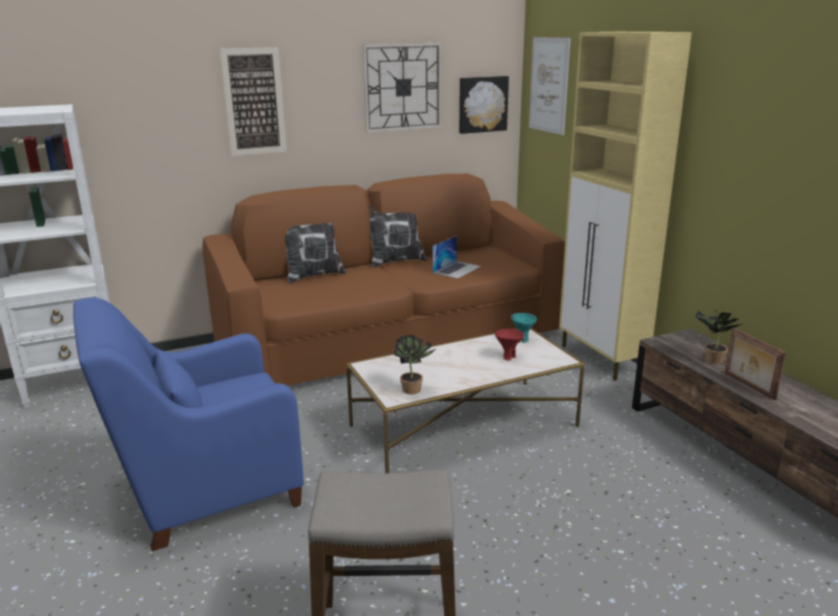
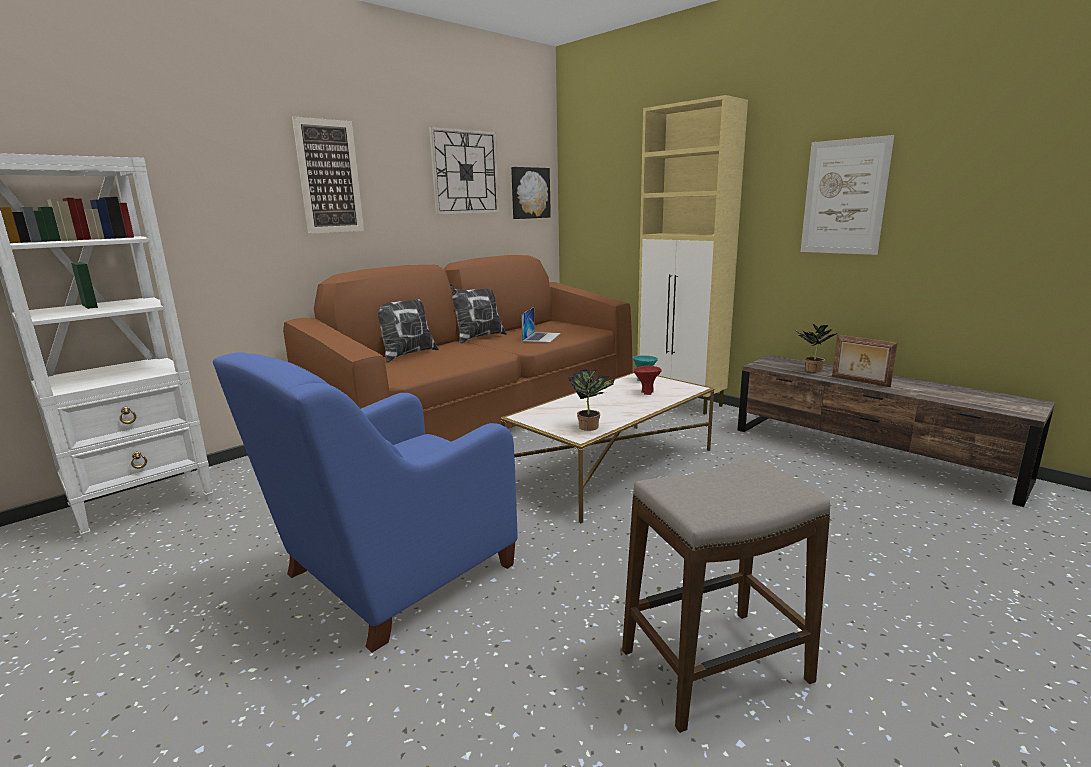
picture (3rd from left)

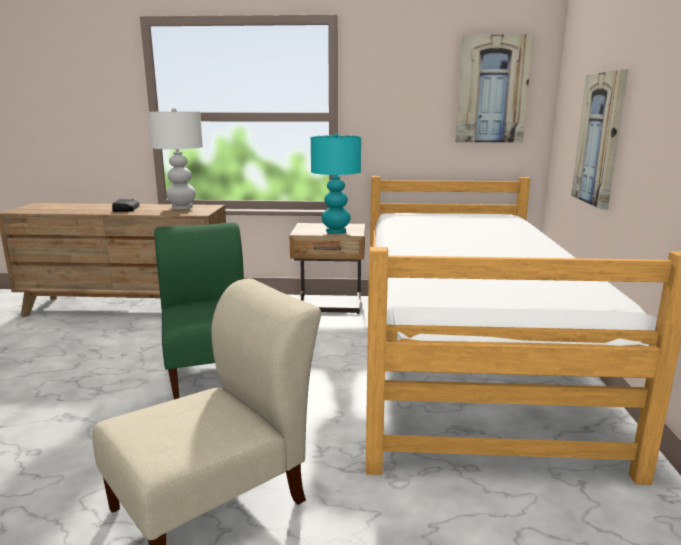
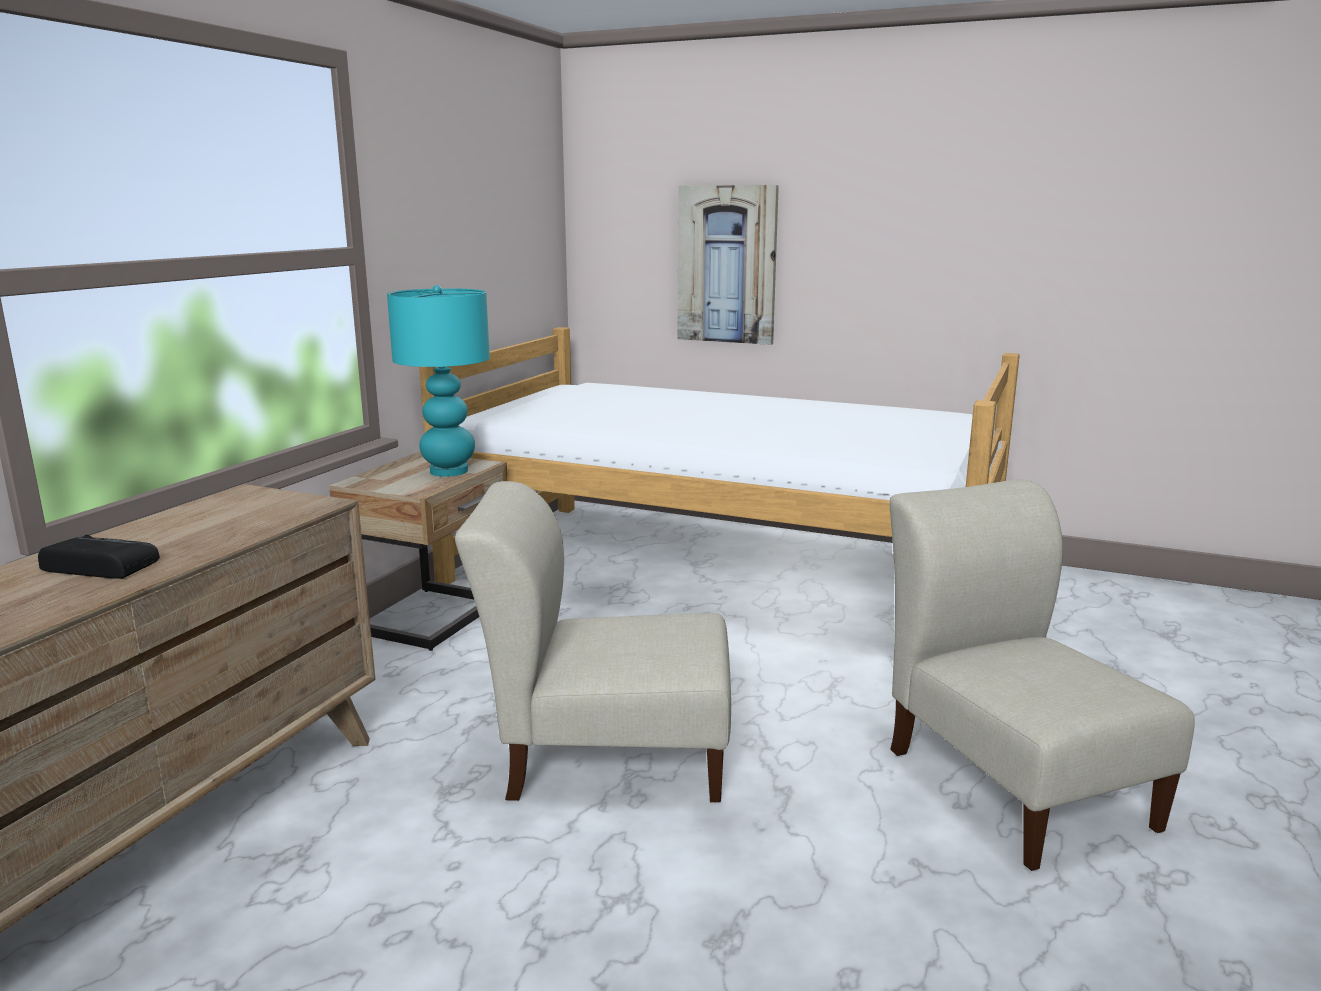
picture (1st from left in the first image)
table lamp (white)
chair (beige) (1st from left)

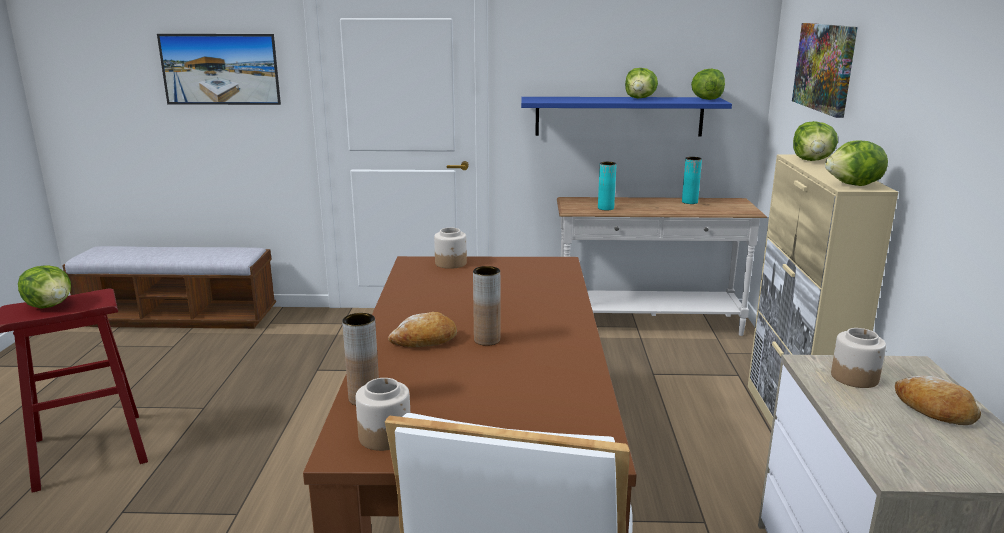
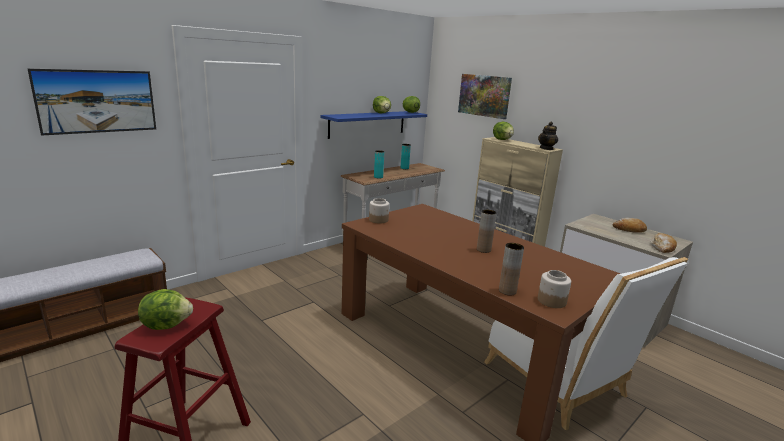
teapot
bread (2nd from left)
jar (3rd from left in the first image)

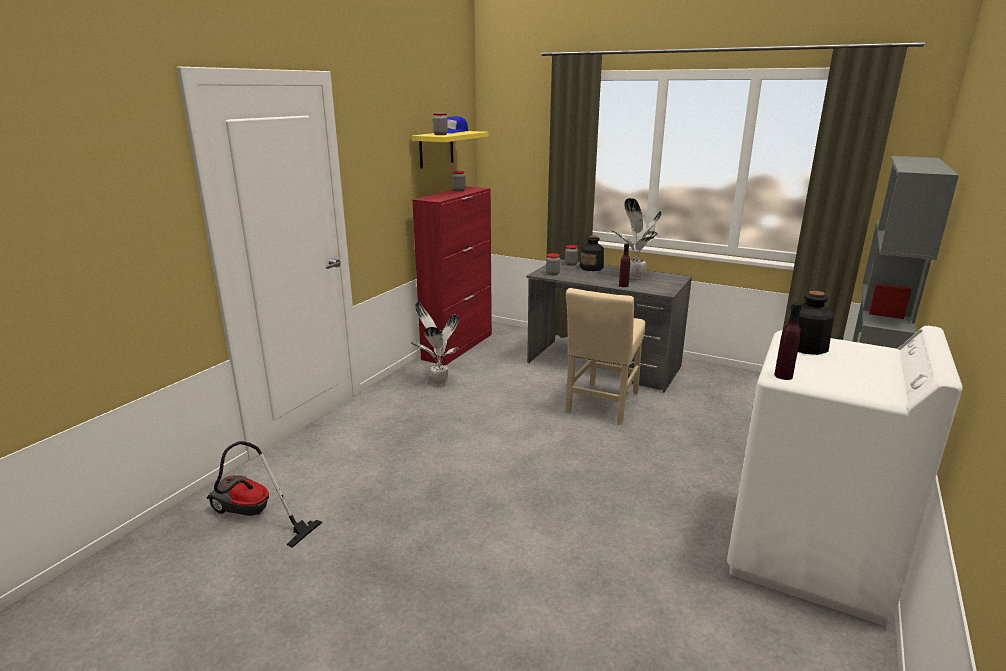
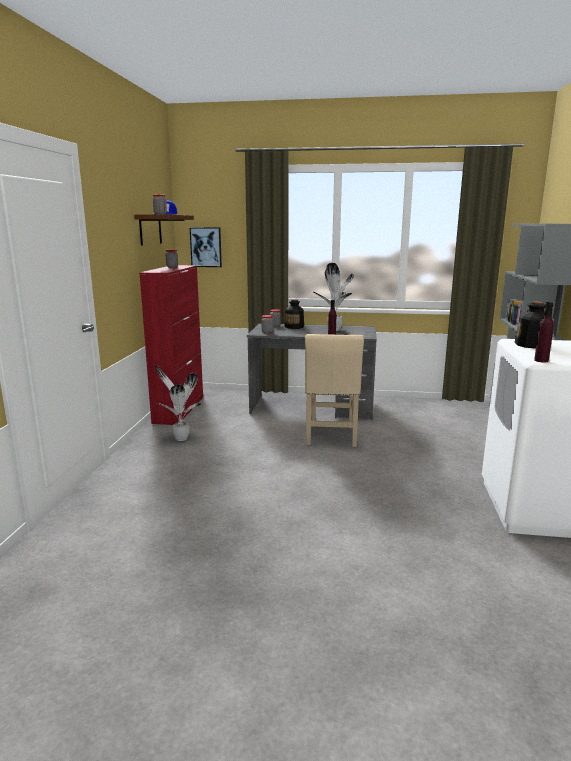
shelf (brown)
vacuum cleaner
picture

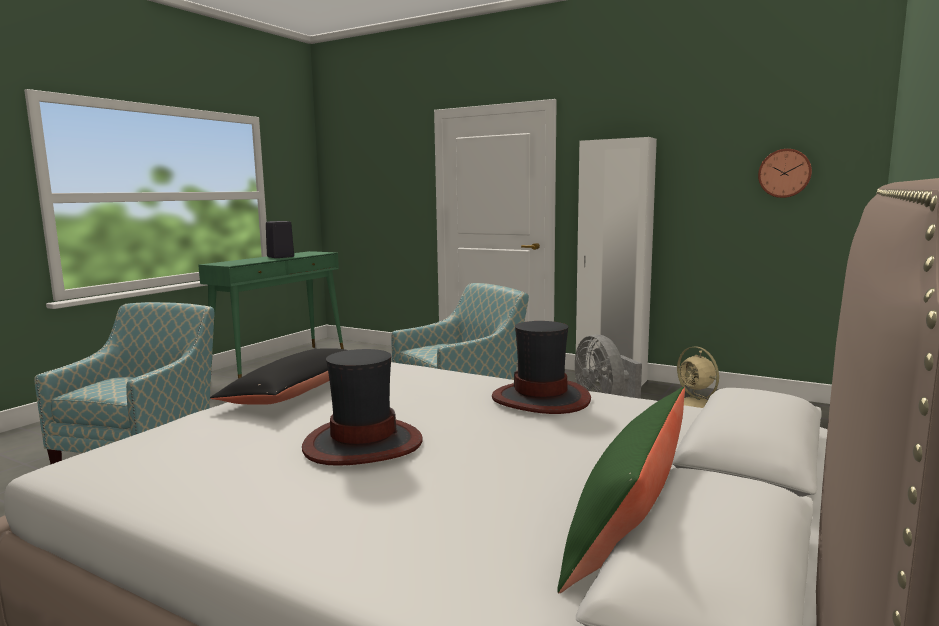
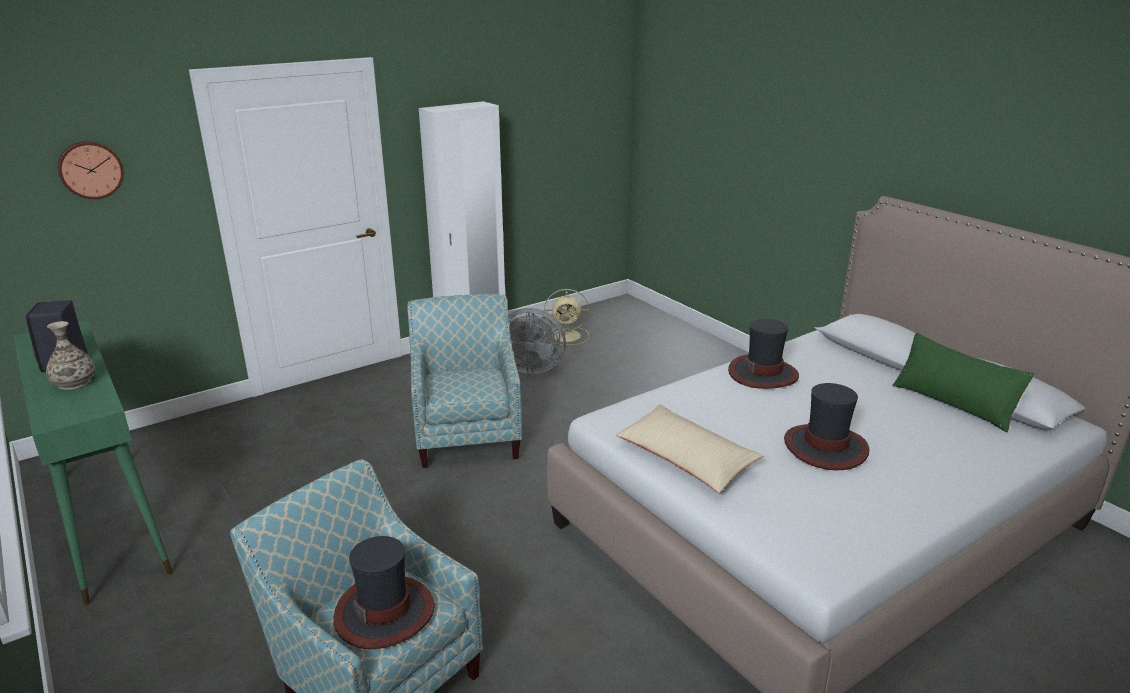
wall clock
pillow (beige)
vase
hat (1st from left)

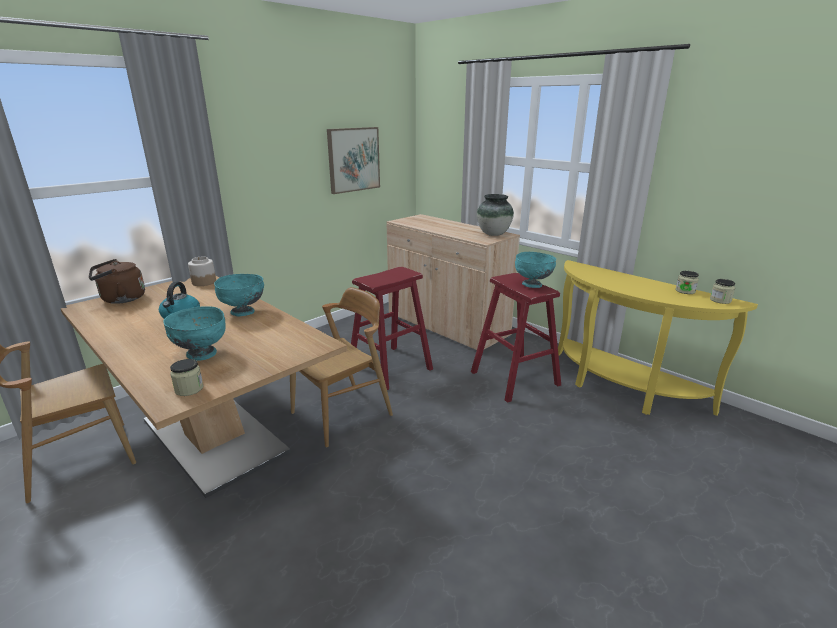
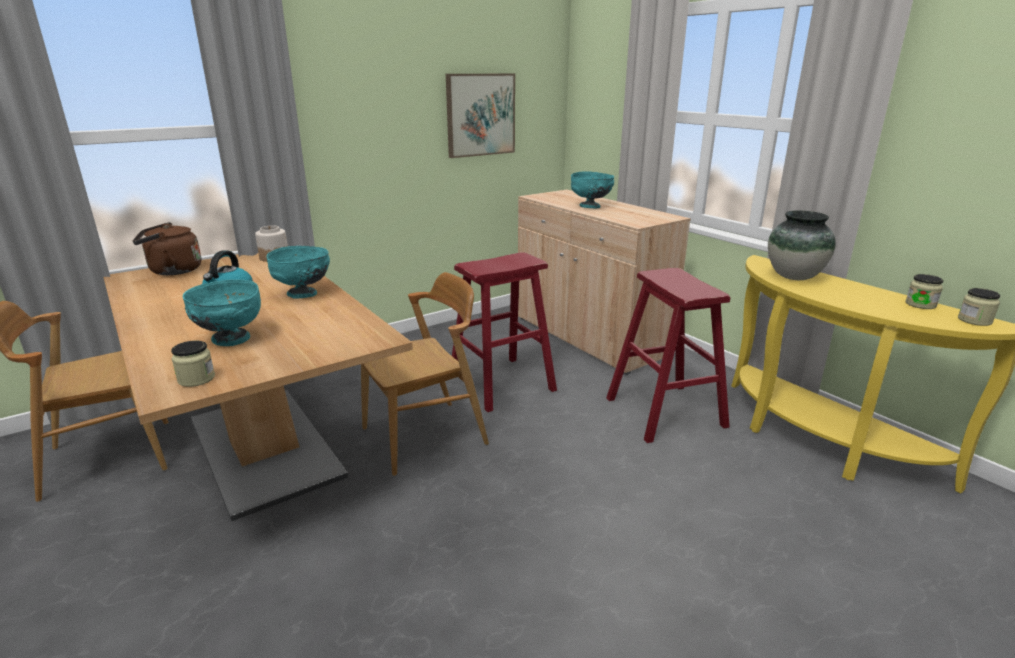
vase
bowl (turquoise) (3rd from left)

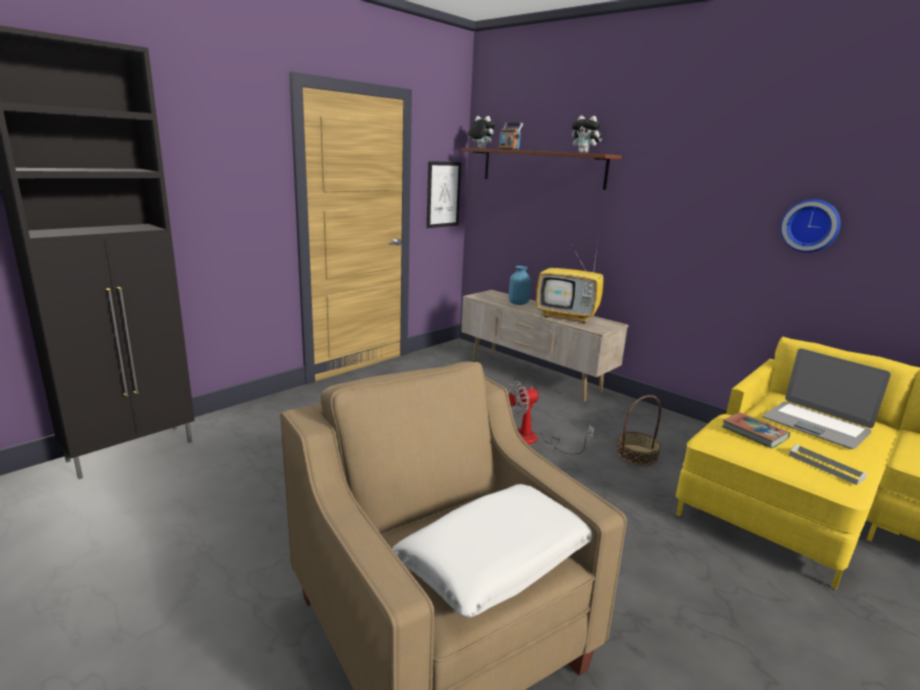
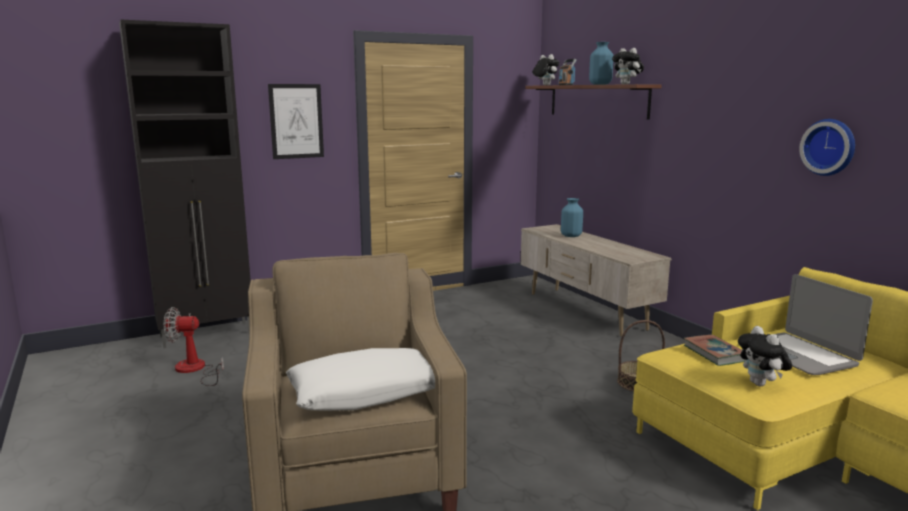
picture
television
fan
plush toy (3rd from left)
vase (blue) (2nd from left)

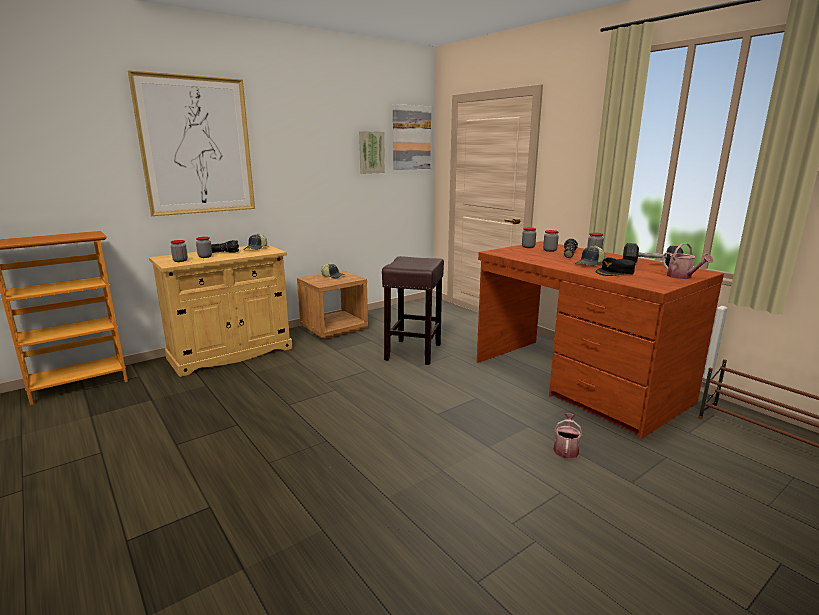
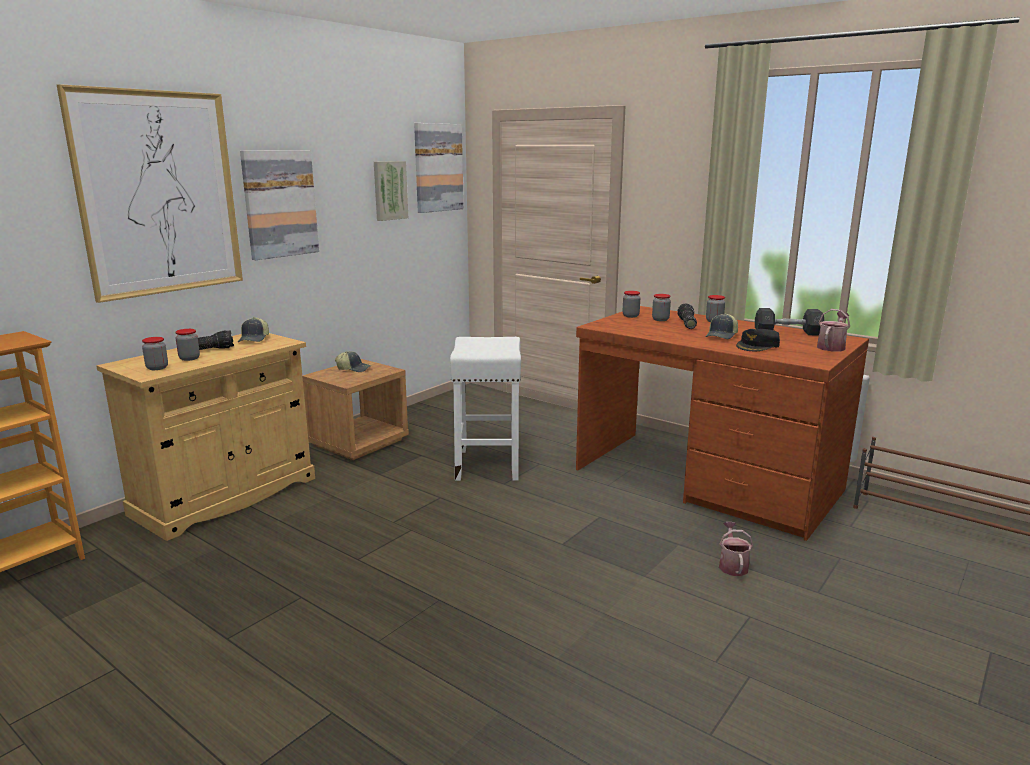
watering can (2nd from left)
stool (white)
picture (2nd from left)

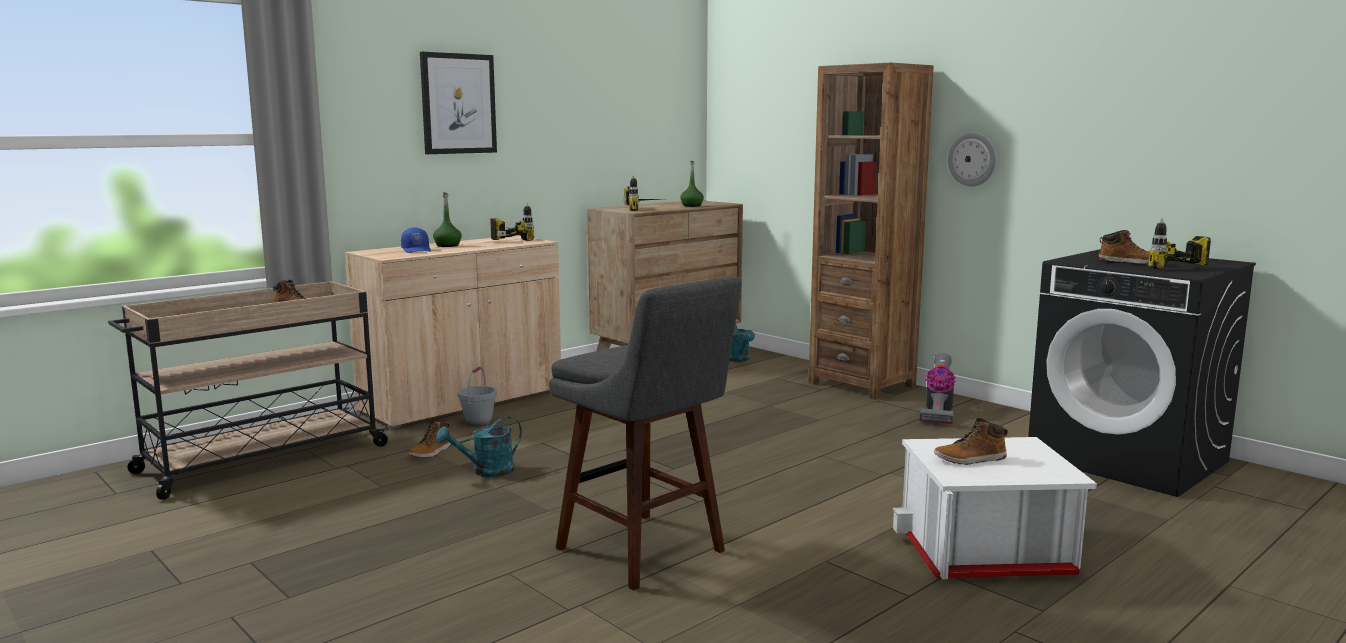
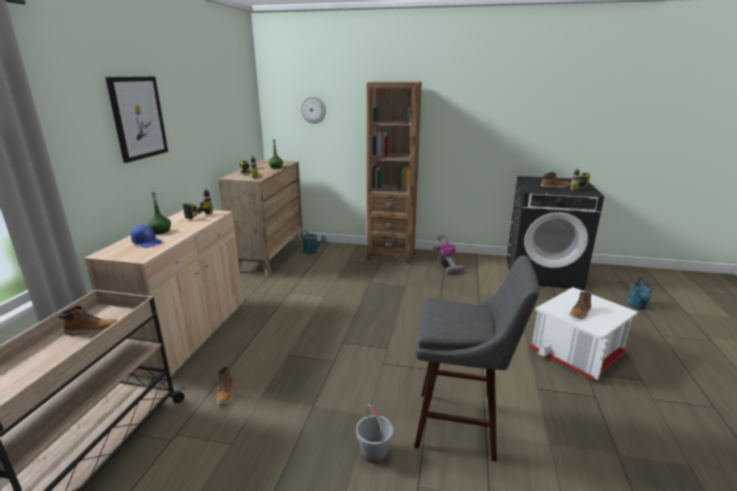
wall clock
bucket (grey)
watering can (turquoise) (2nd from left)

